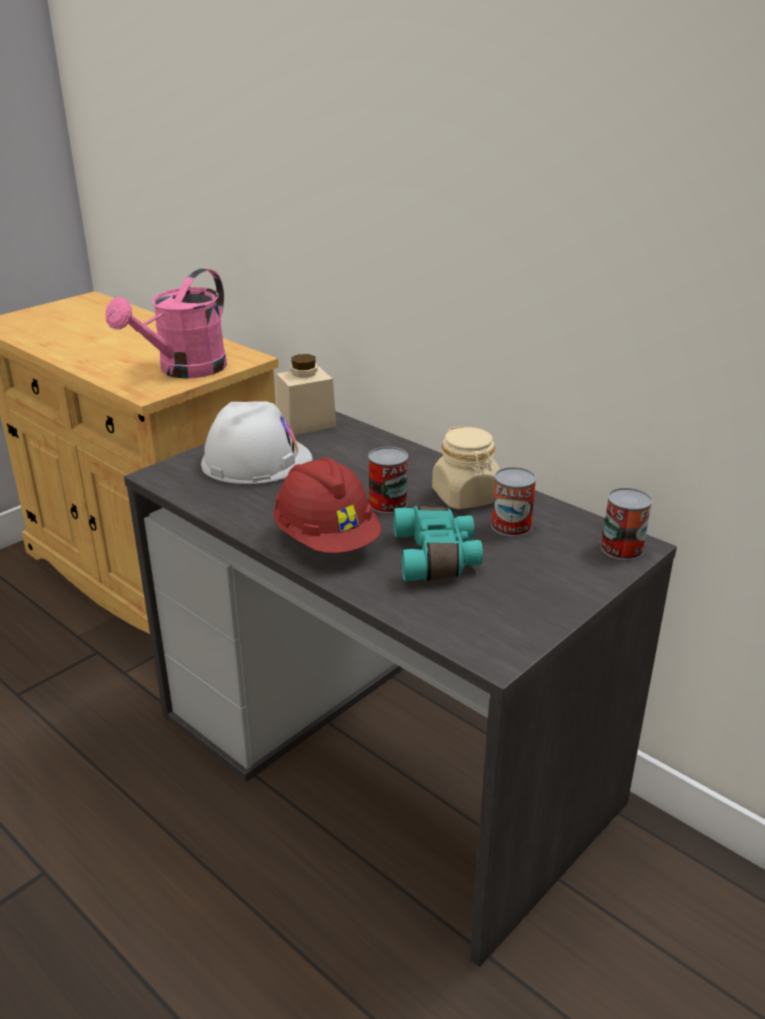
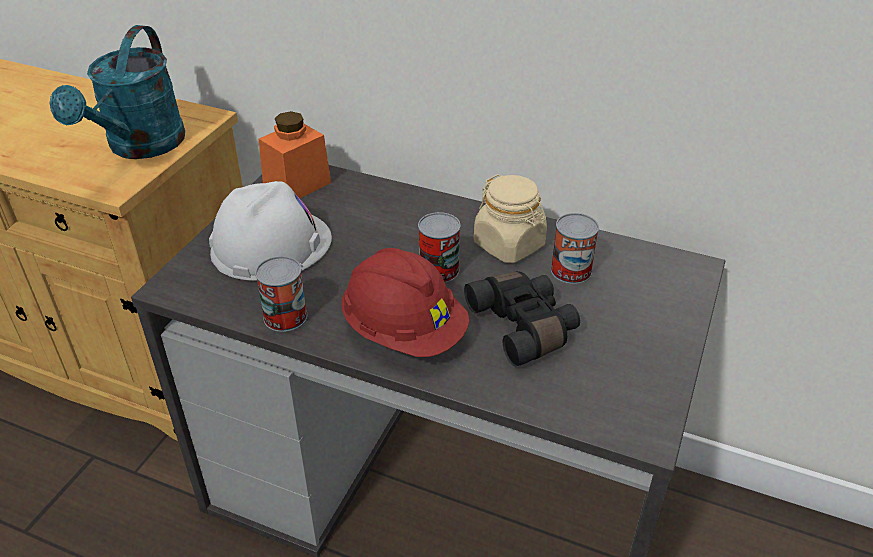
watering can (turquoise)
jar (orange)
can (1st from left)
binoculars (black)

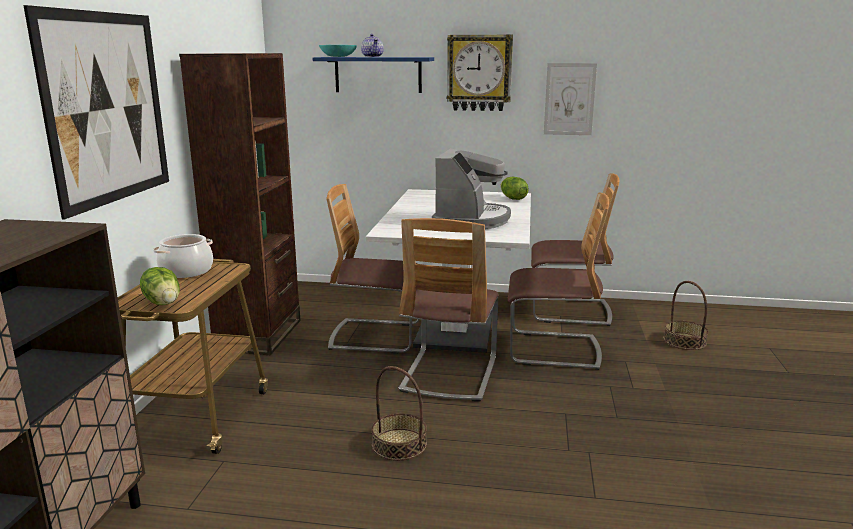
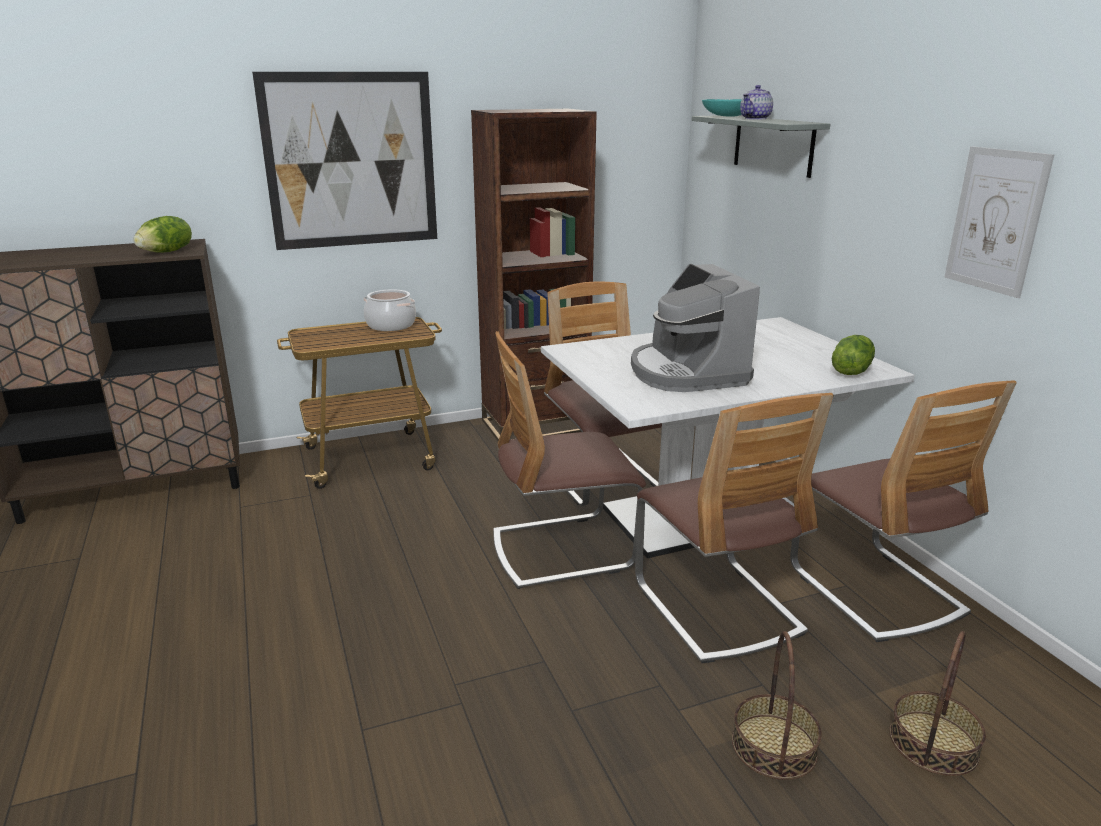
wall clock
shelf (grey)
coffee machine
lettuce (1st from left)
basket (1st from left)

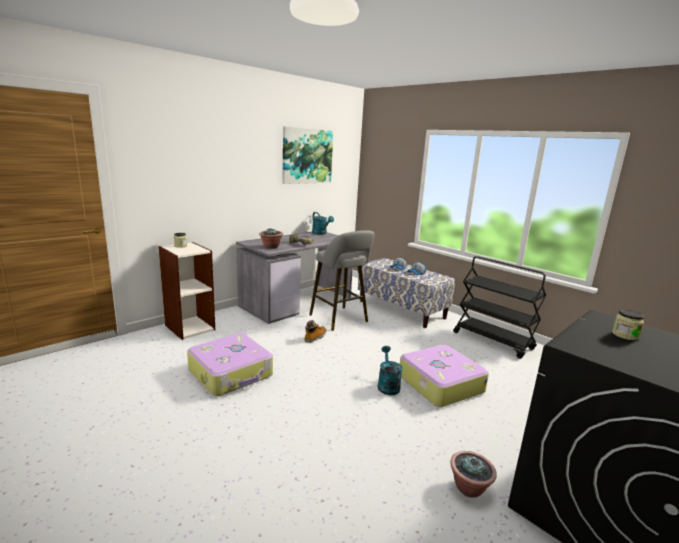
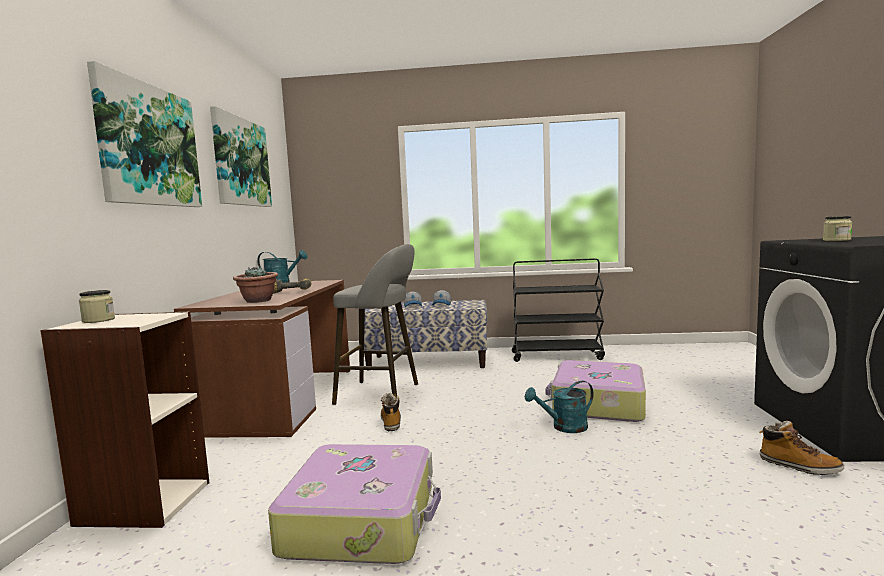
desk (brown)
watering can (turquoise) (2nd from left)
boot (2nd from left)
picture (1st from left)

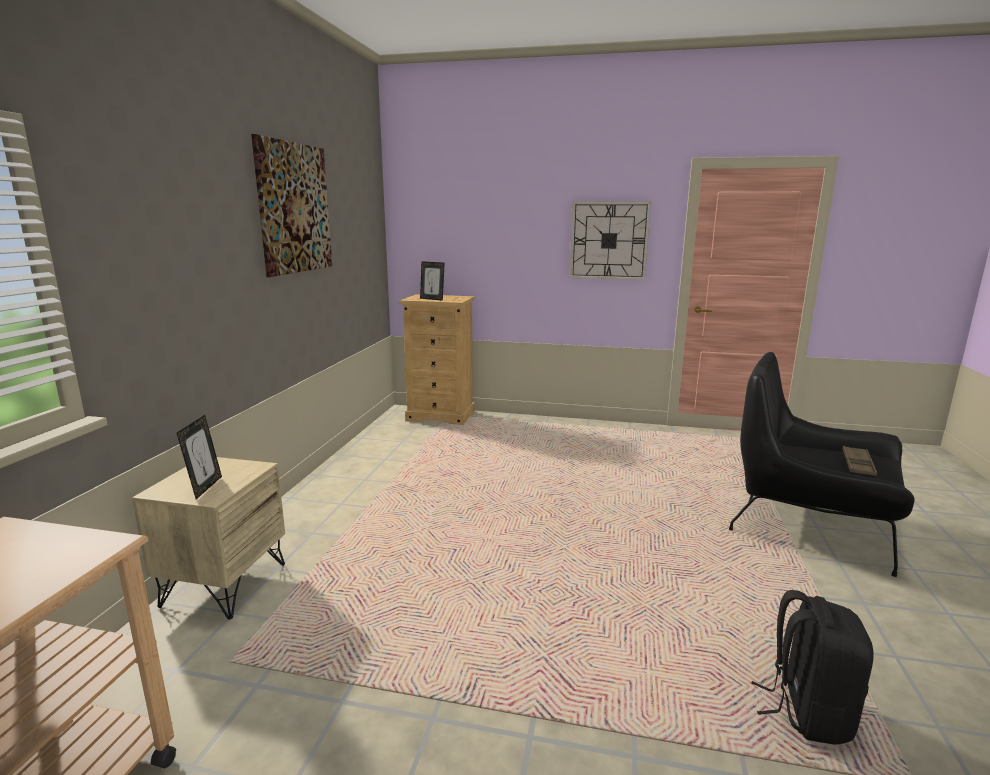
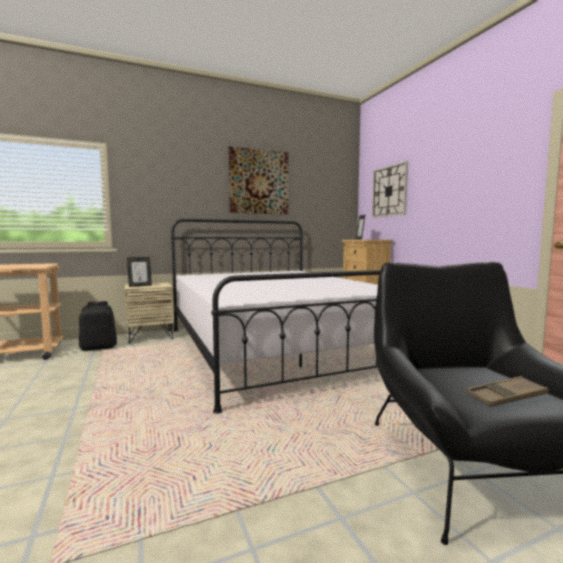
wall clock
backpack (black)
bed (white)

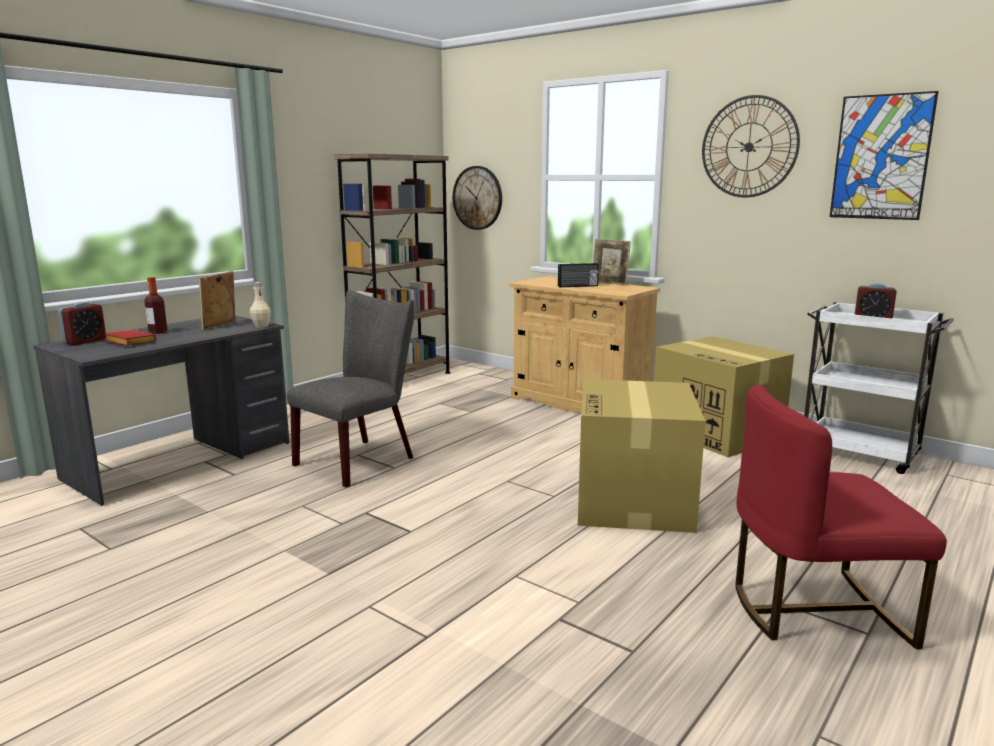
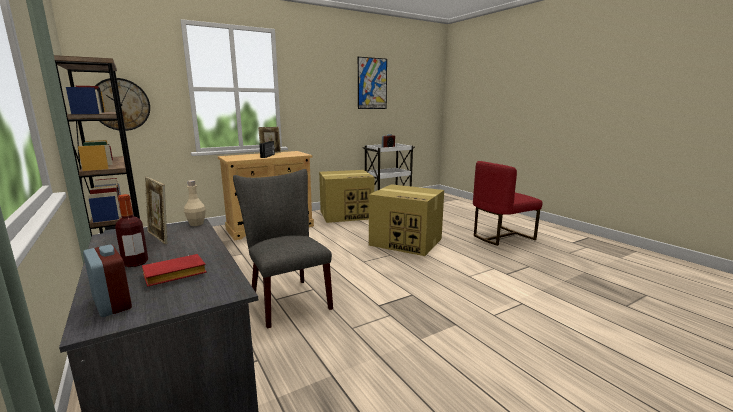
wall clock (2nd from left in the first image)
chair (red)

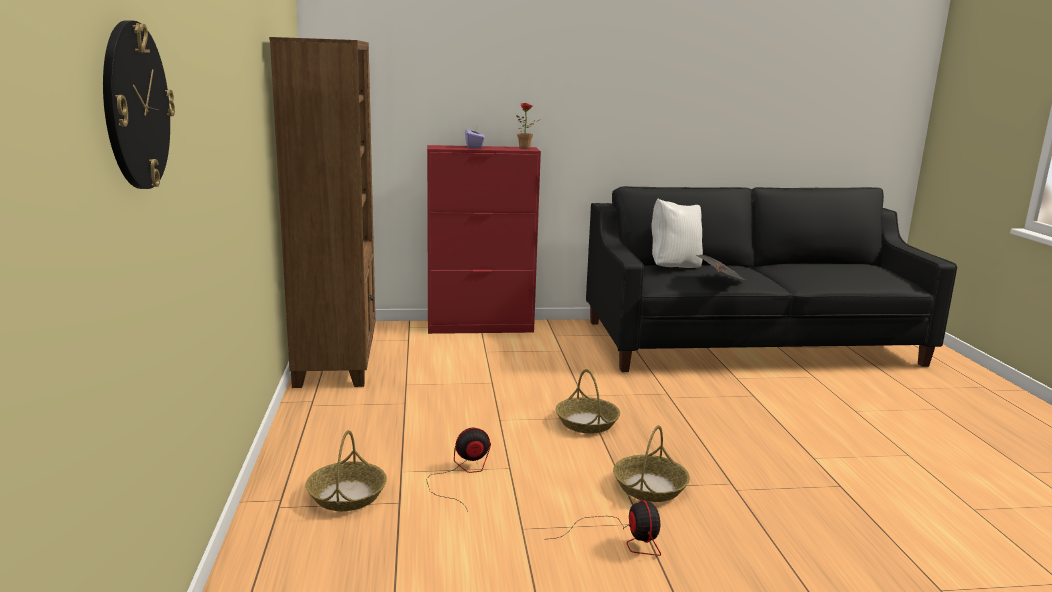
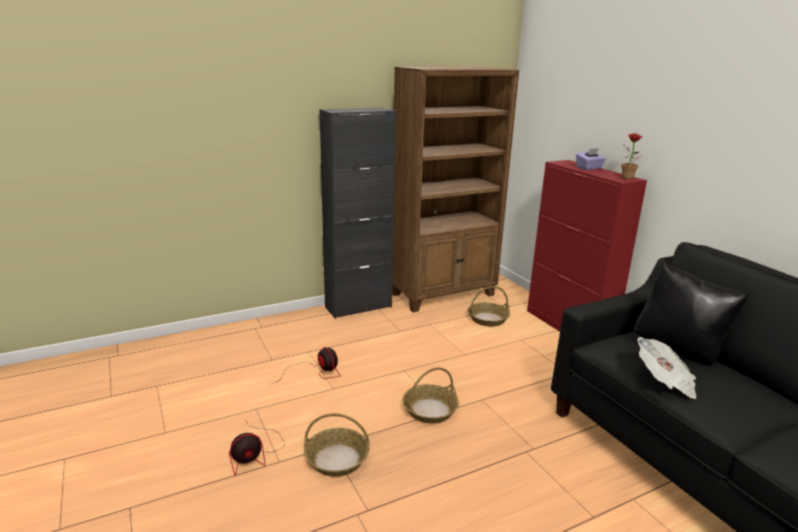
wall clock
pillow (black)
basket (3rd from left)
cabinet (black)

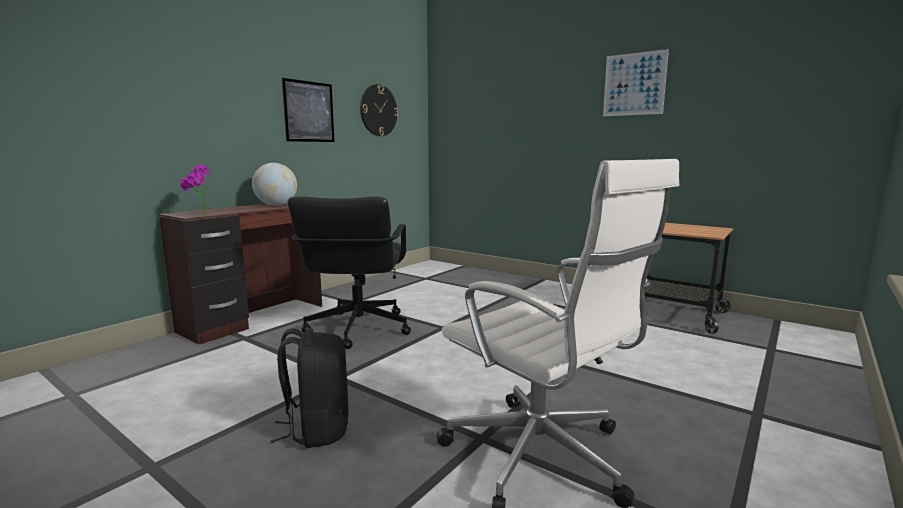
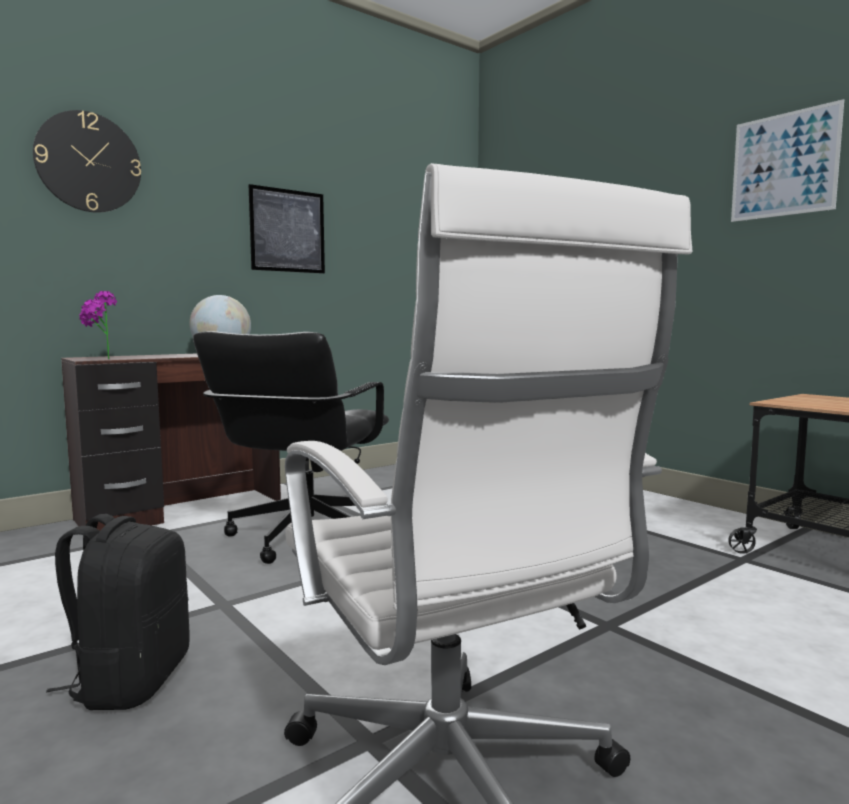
wall clock

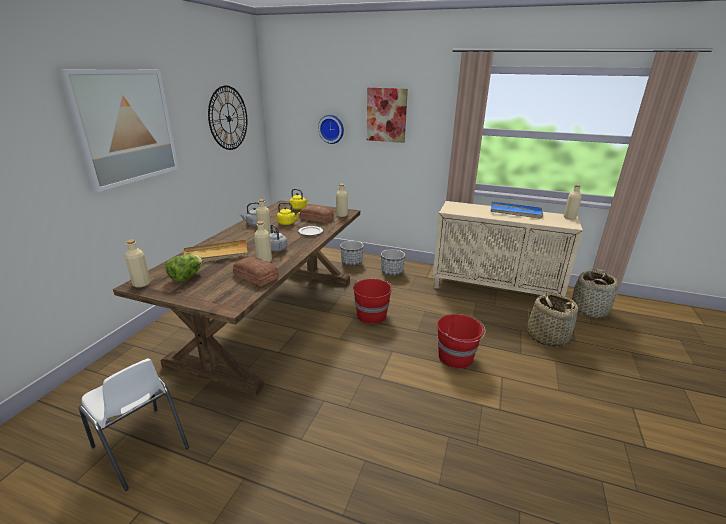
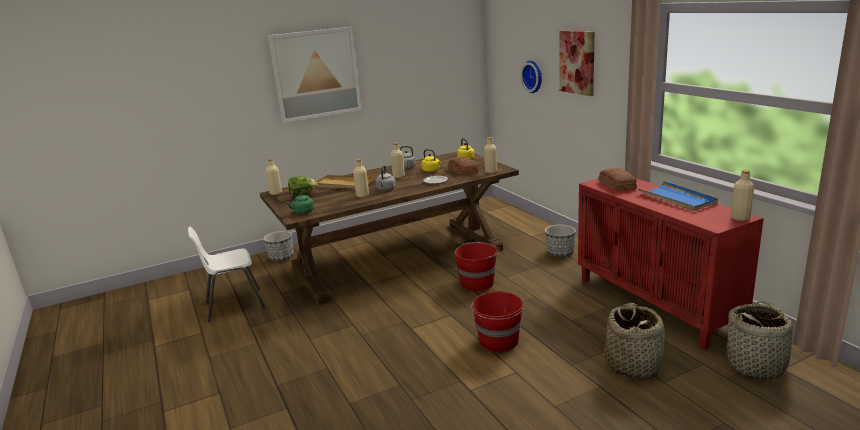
wall clock (1st from left in the first image)
cabinet (red)
planter (1st from left)
bread (2nd from left)
chair (white)
kettle (green)

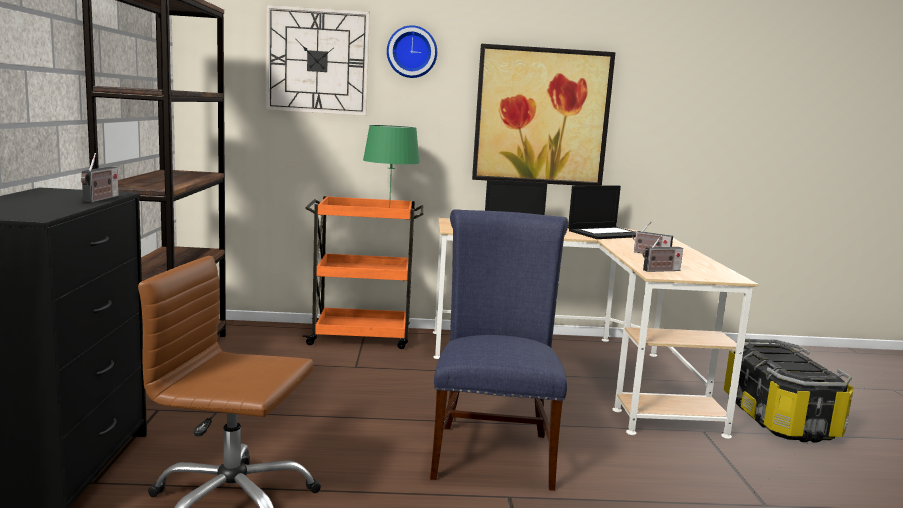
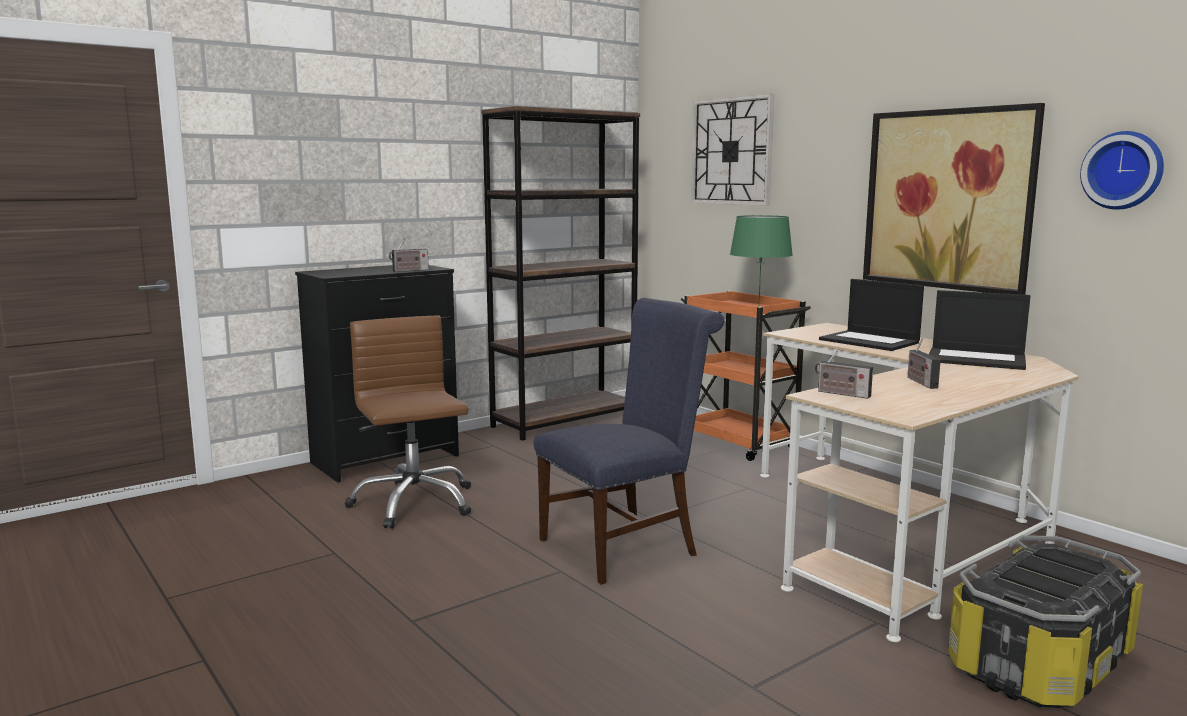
wall clock (2nd from left)

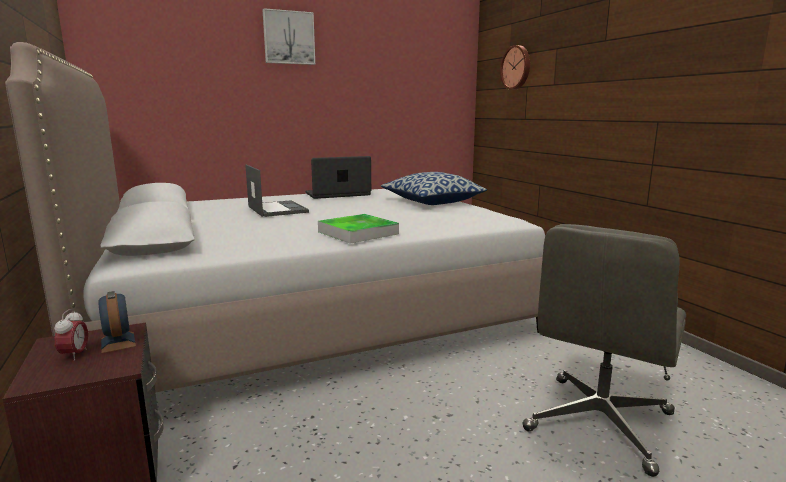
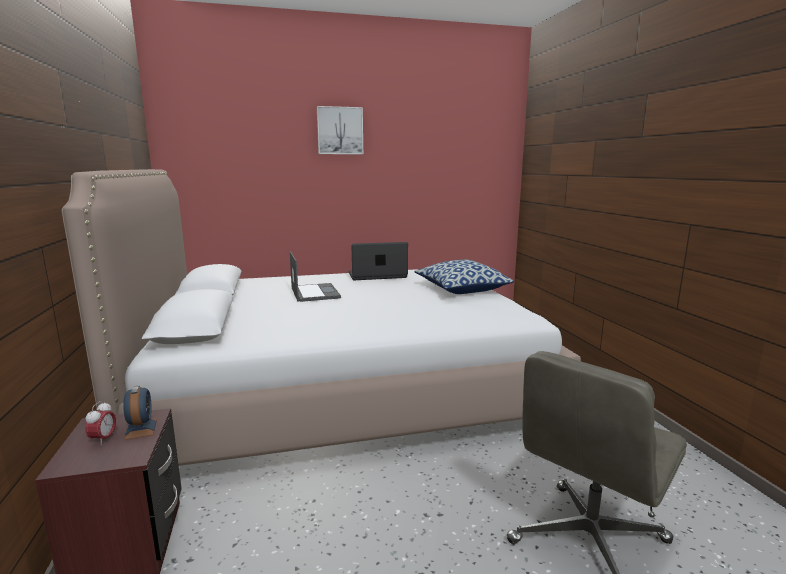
wall clock
tray

